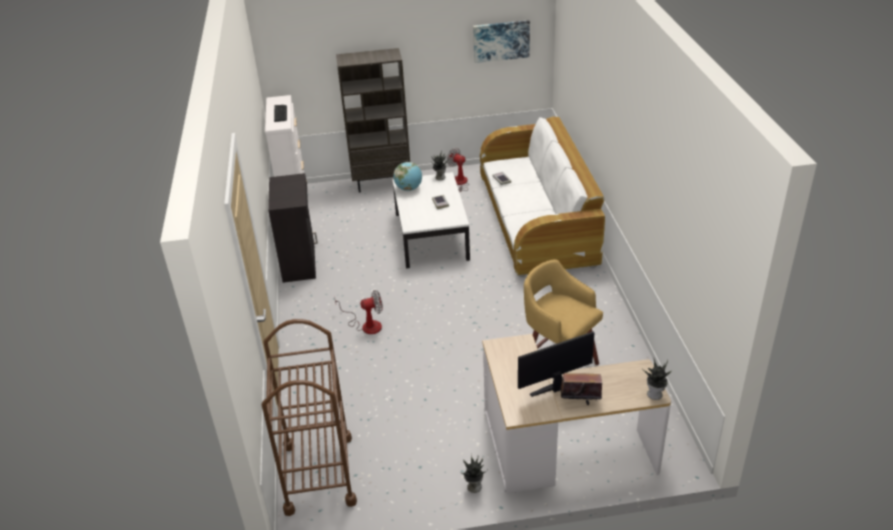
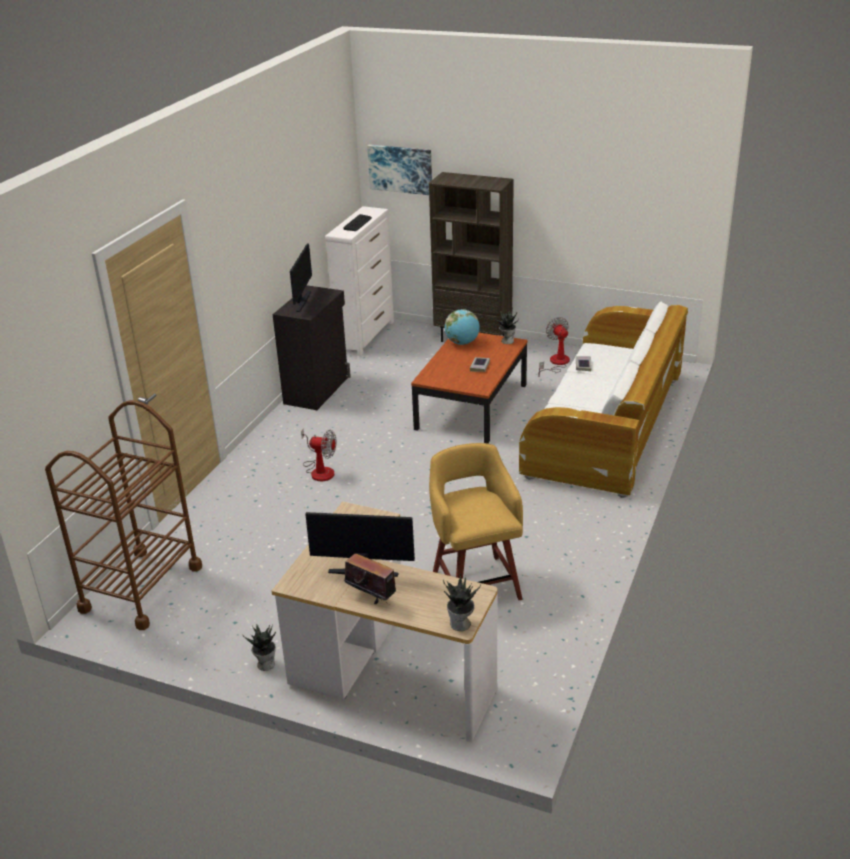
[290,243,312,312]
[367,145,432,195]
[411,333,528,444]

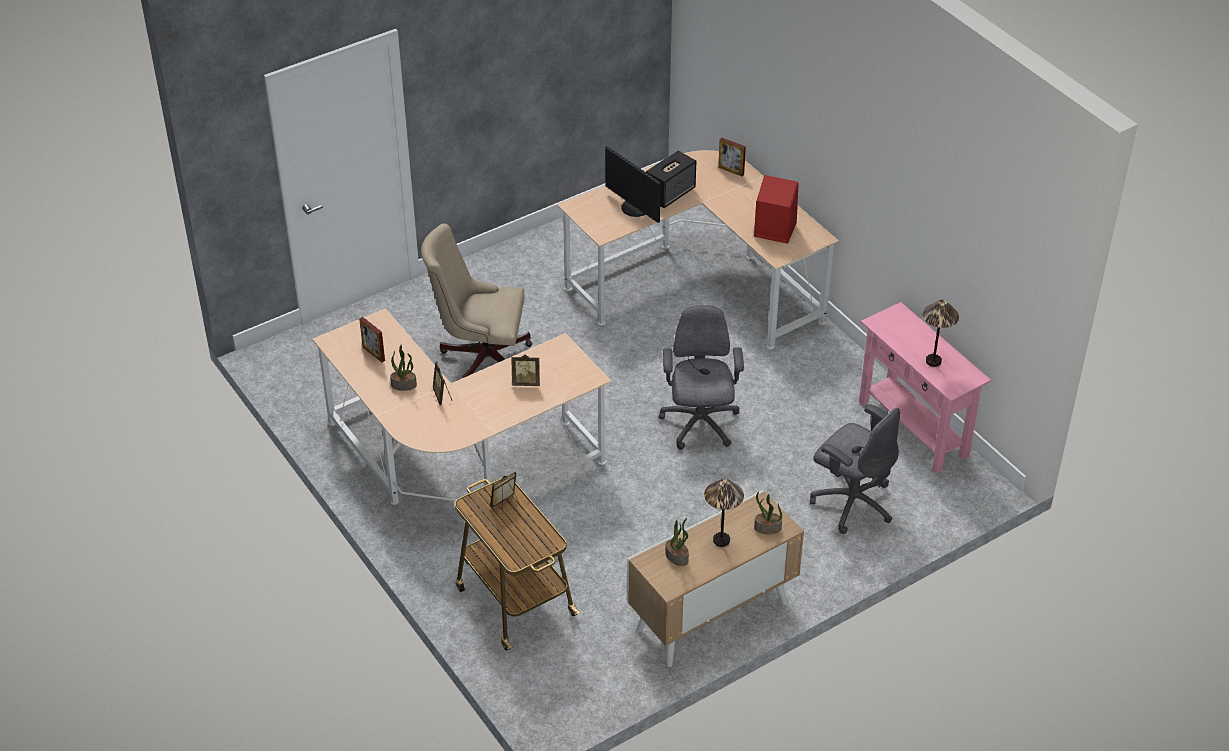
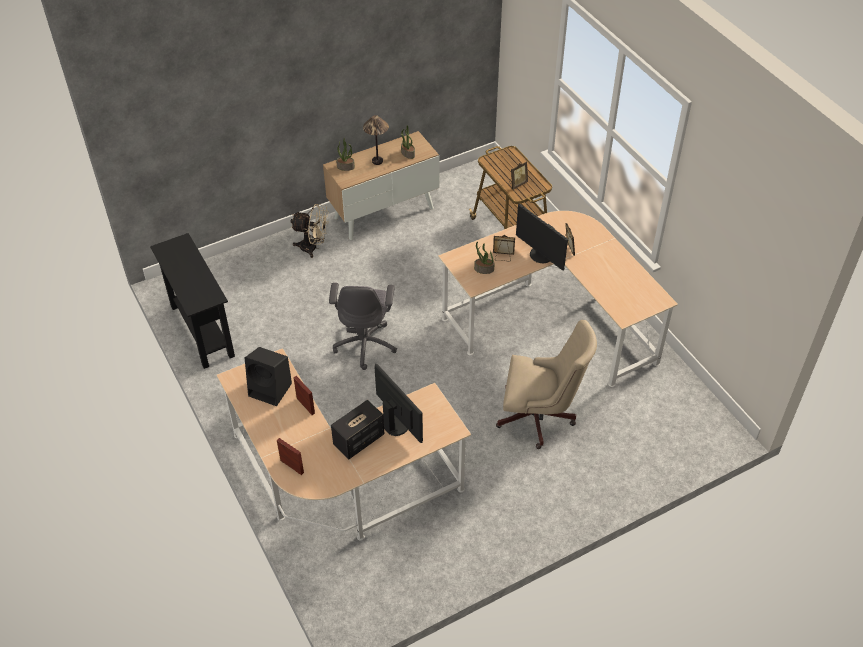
[810,404,900,534] (first image)
[922,300,959,367] (first image)
[290,204,329,258]
[516,204,568,271]
[293,376,315,415]
[474,242,495,274]
[245,347,292,406]
[150,233,235,369]

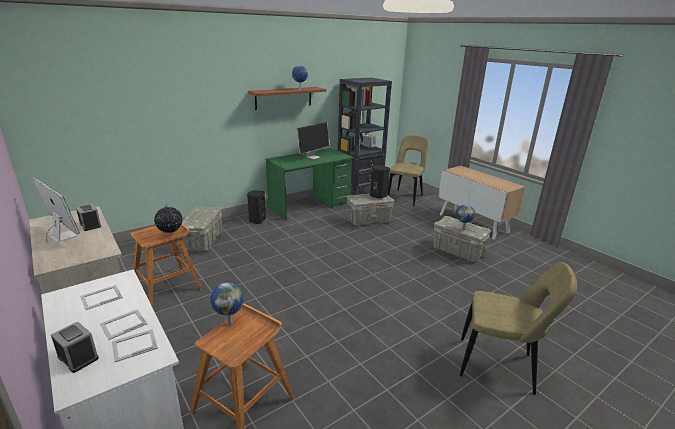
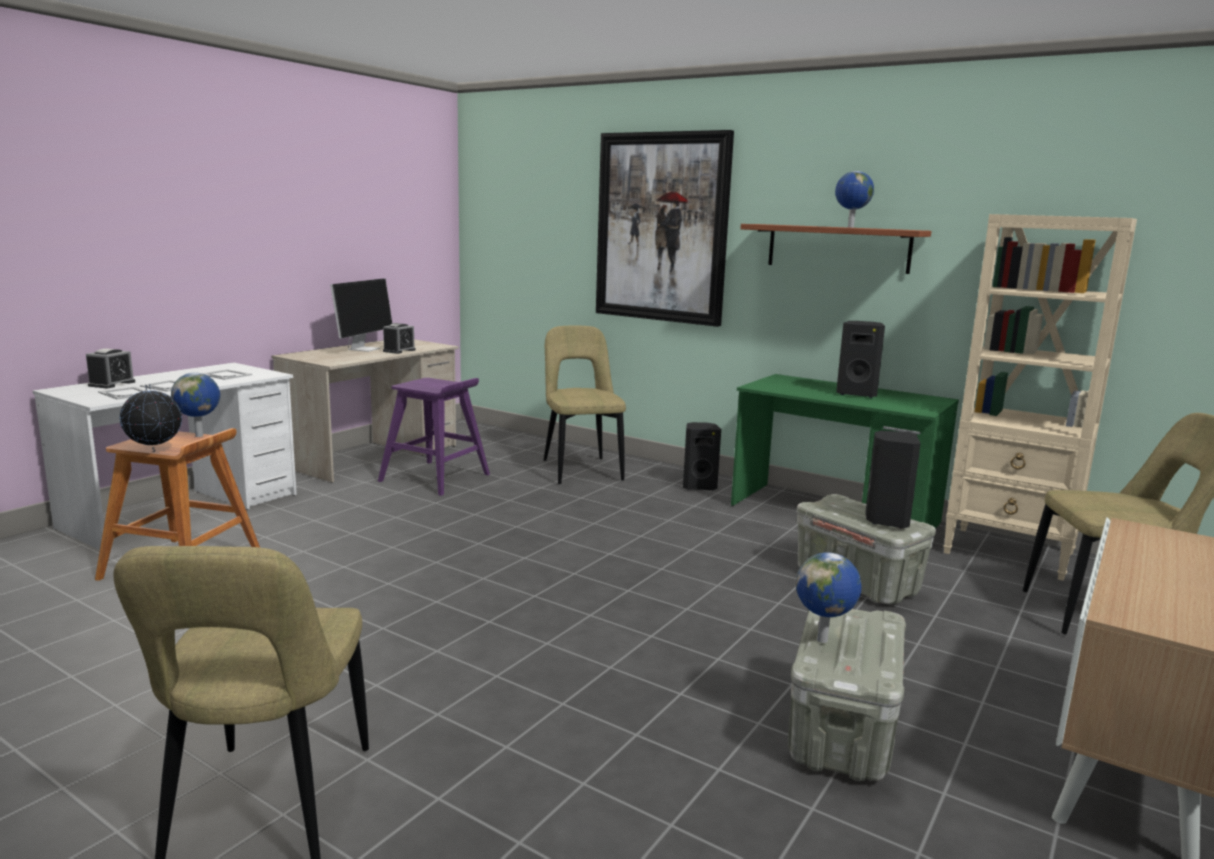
[596,130,734,327]
[120,384,182,452]
[544,325,626,484]
[836,321,885,398]
[378,378,490,496]
[943,214,1137,581]

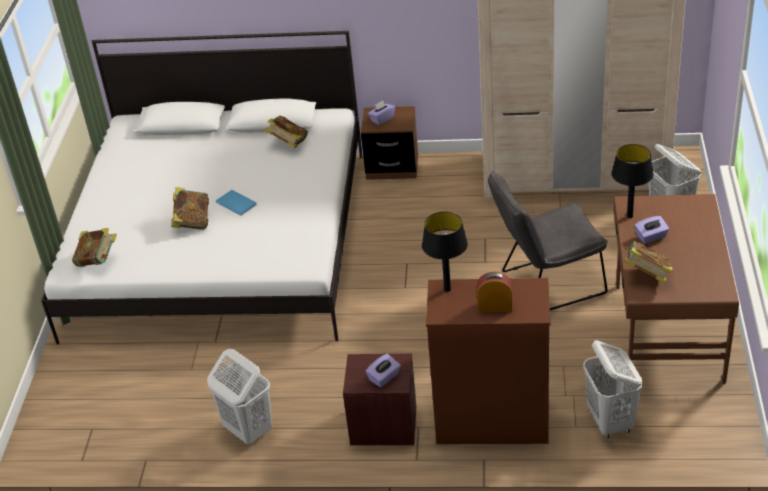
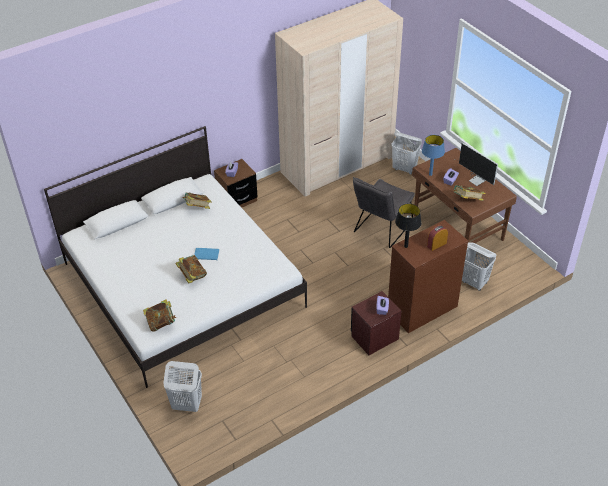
[454,143,498,186]
[163,361,202,412]
[422,135,445,176]

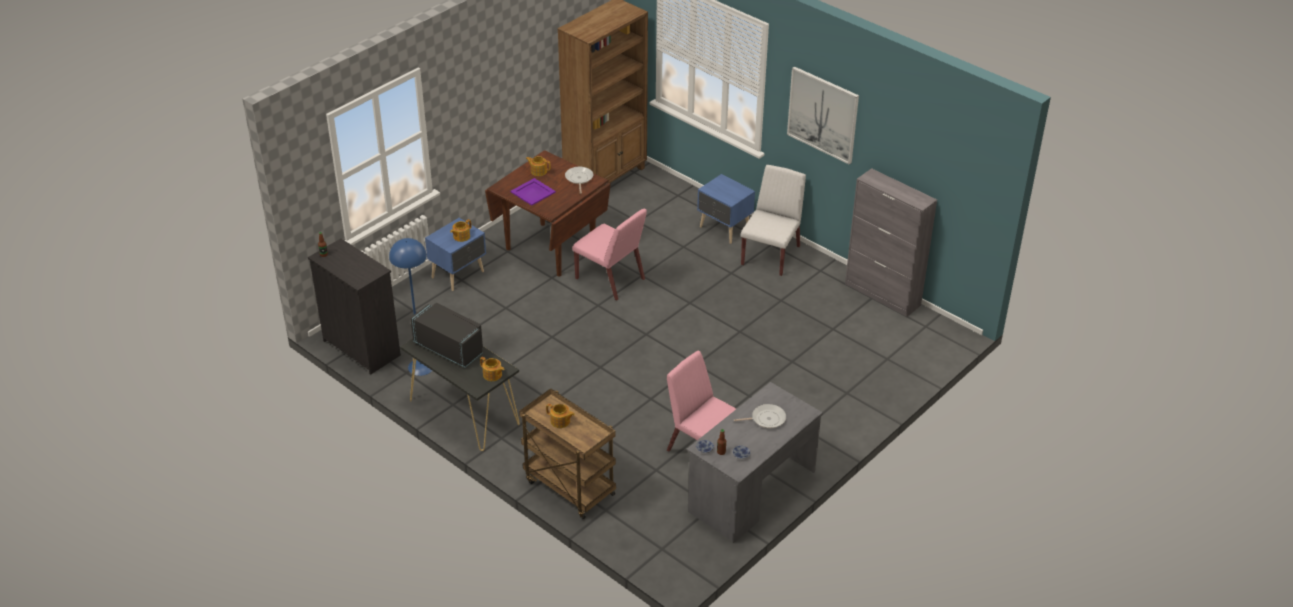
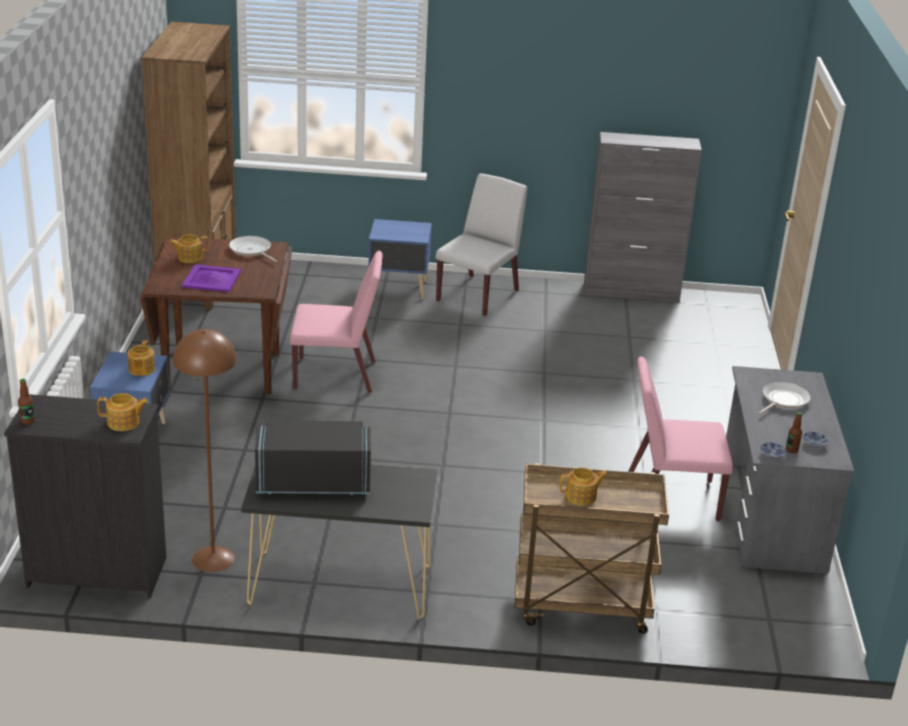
[787,66,859,164] (first image)
[98,393,148,431]
[173,329,236,572]
[436,173,527,316]

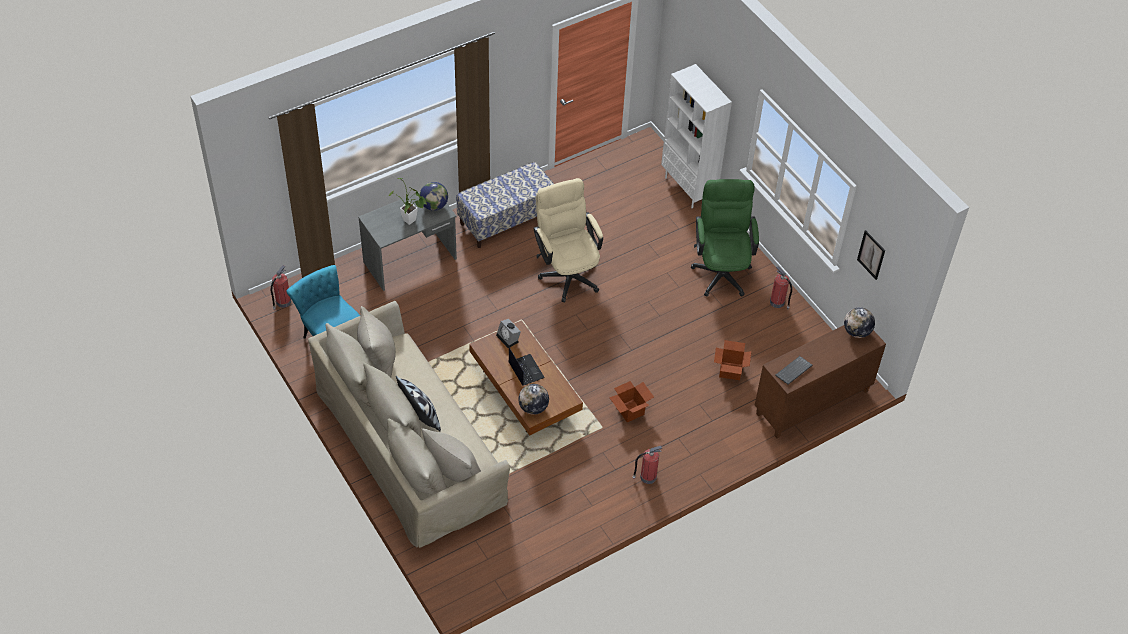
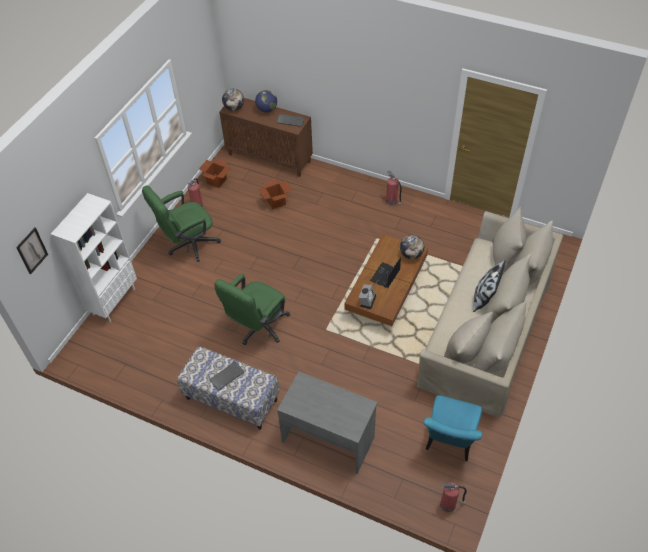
[389,178,427,225] (first image)
[209,361,245,391]
[255,90,277,113]
[199,158,231,188]
[16,227,48,274]
[215,273,290,345]

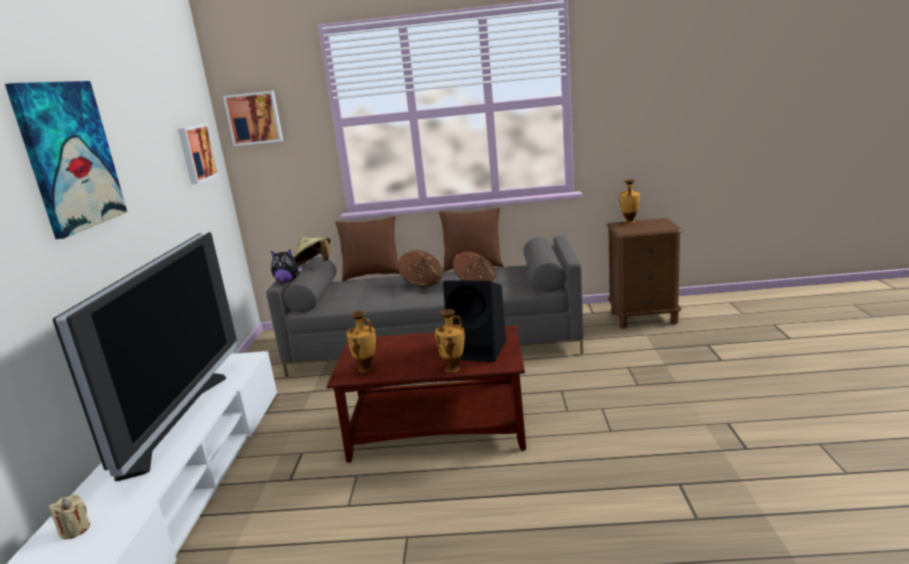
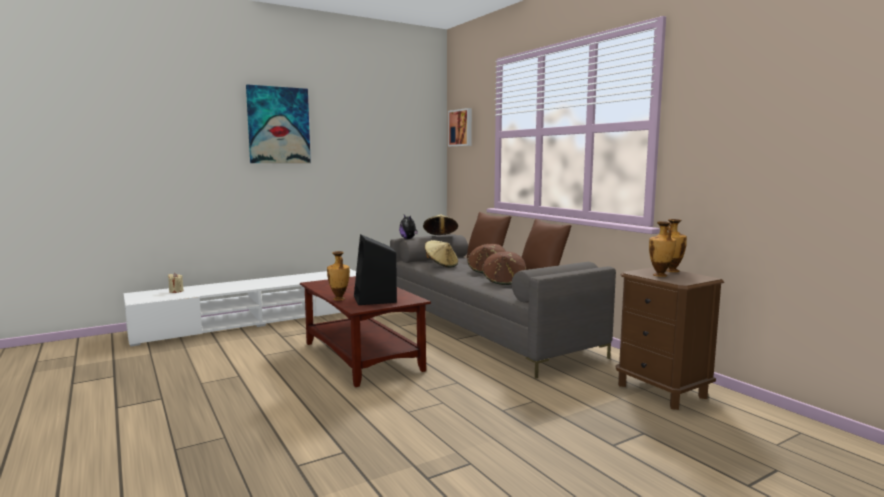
[52,232,237,481] (first image)
[178,124,219,184] (first image)
[425,240,458,267]
[649,221,676,277]

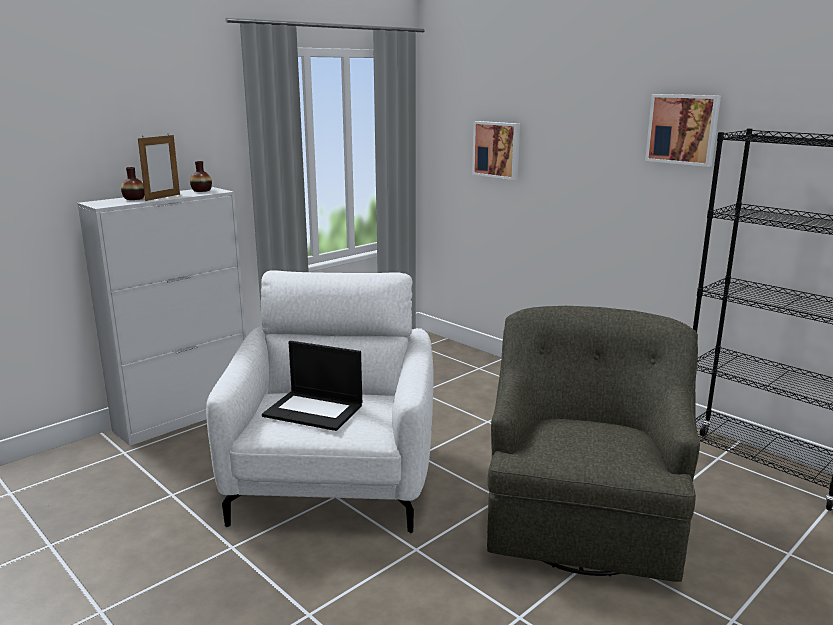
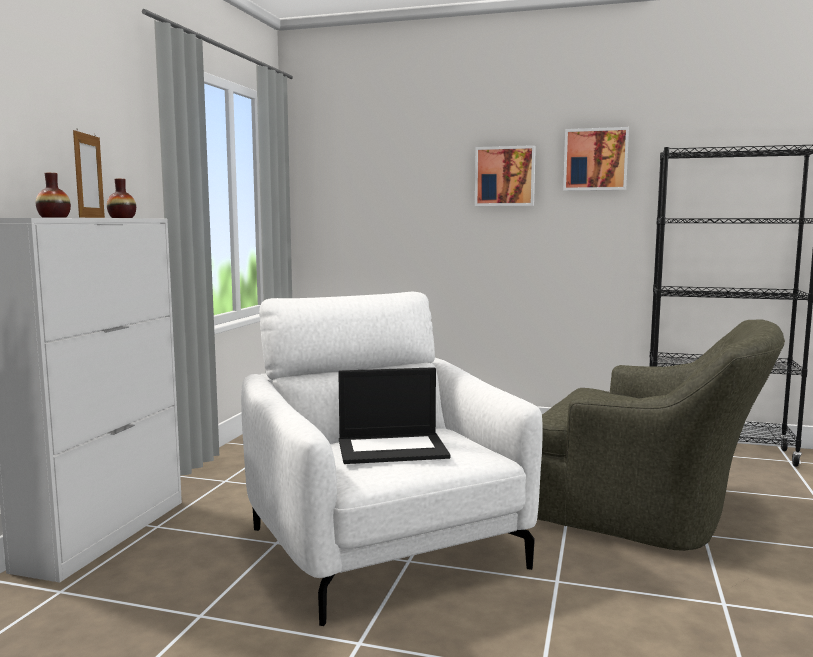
[475,145,536,206]
[537,320,785,551]

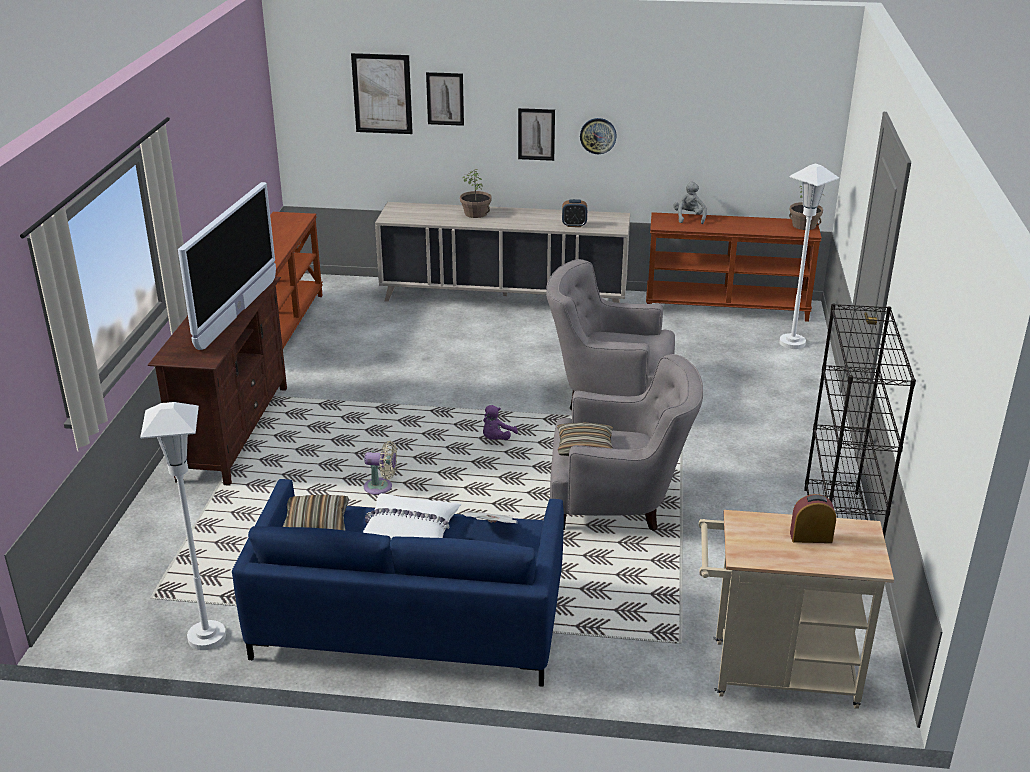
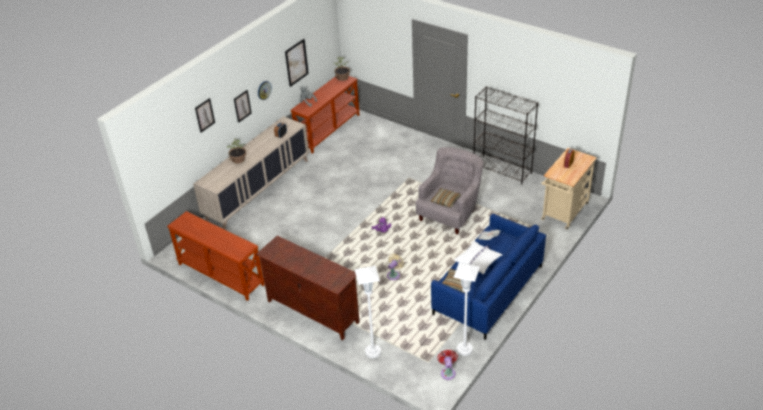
[178,182,276,350] (first image)
[546,259,675,410] (first image)
[437,350,458,380]
[285,39,309,87]
[354,266,381,358]

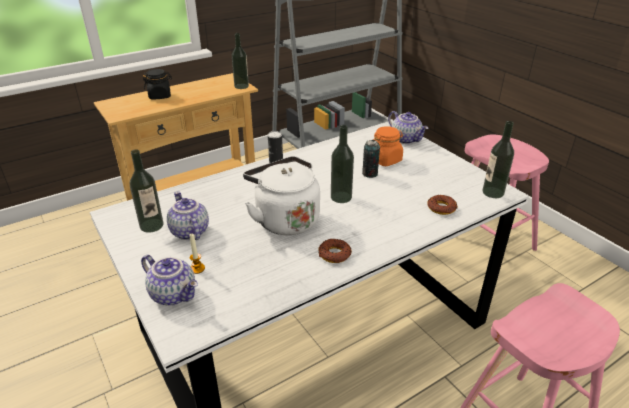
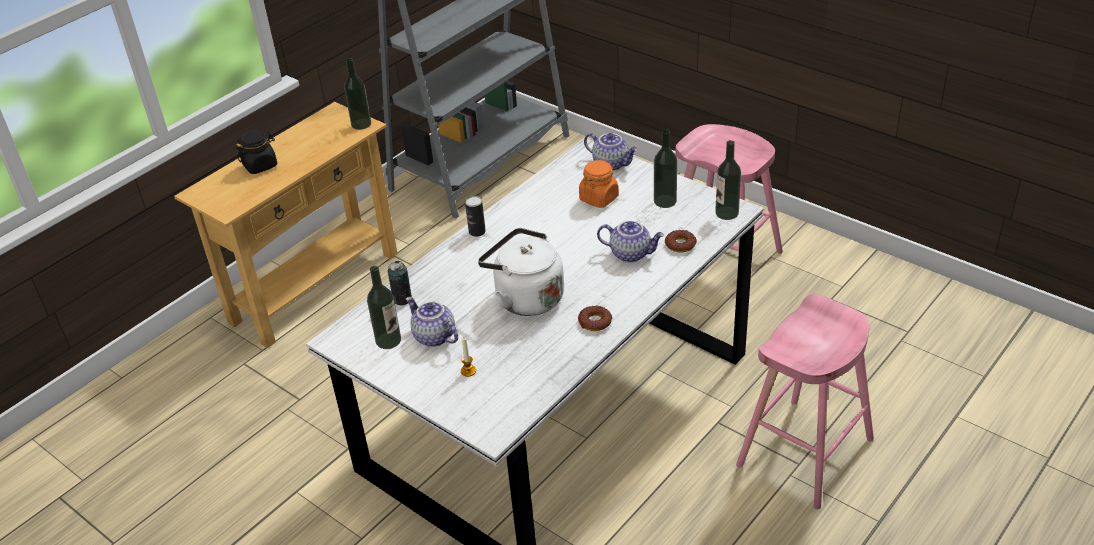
[597,221,664,262]
[654,129,677,208]
[388,261,412,305]

